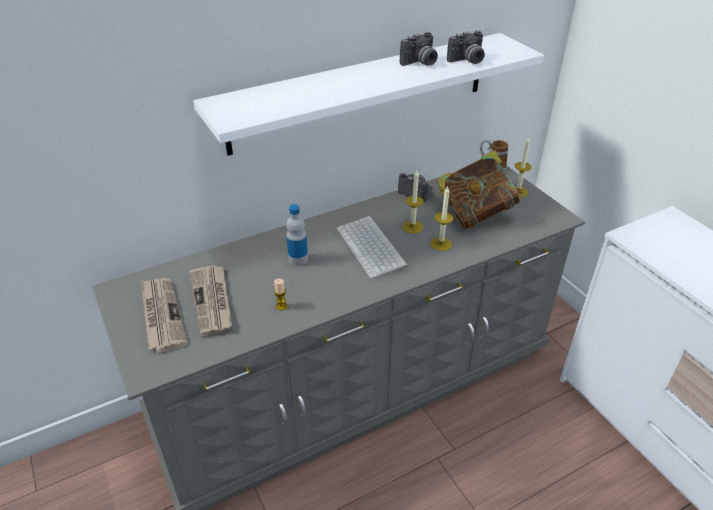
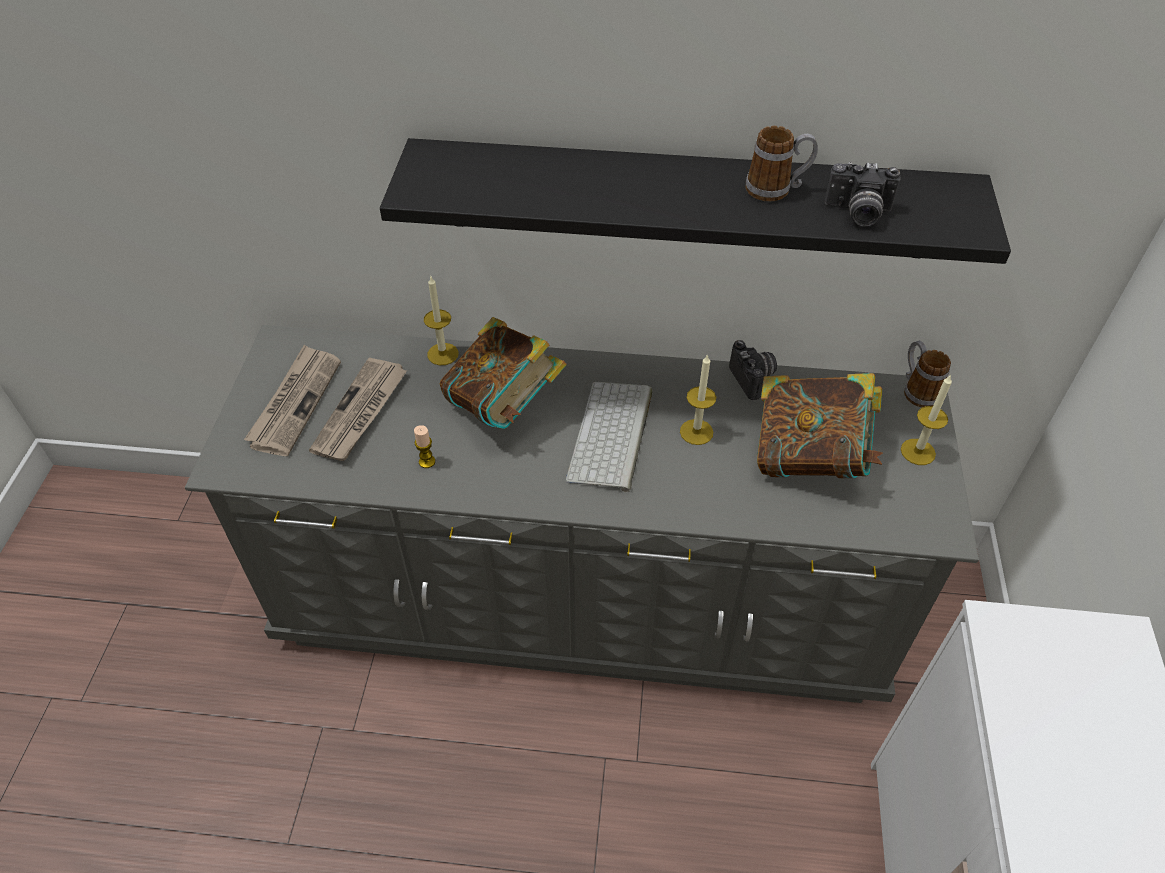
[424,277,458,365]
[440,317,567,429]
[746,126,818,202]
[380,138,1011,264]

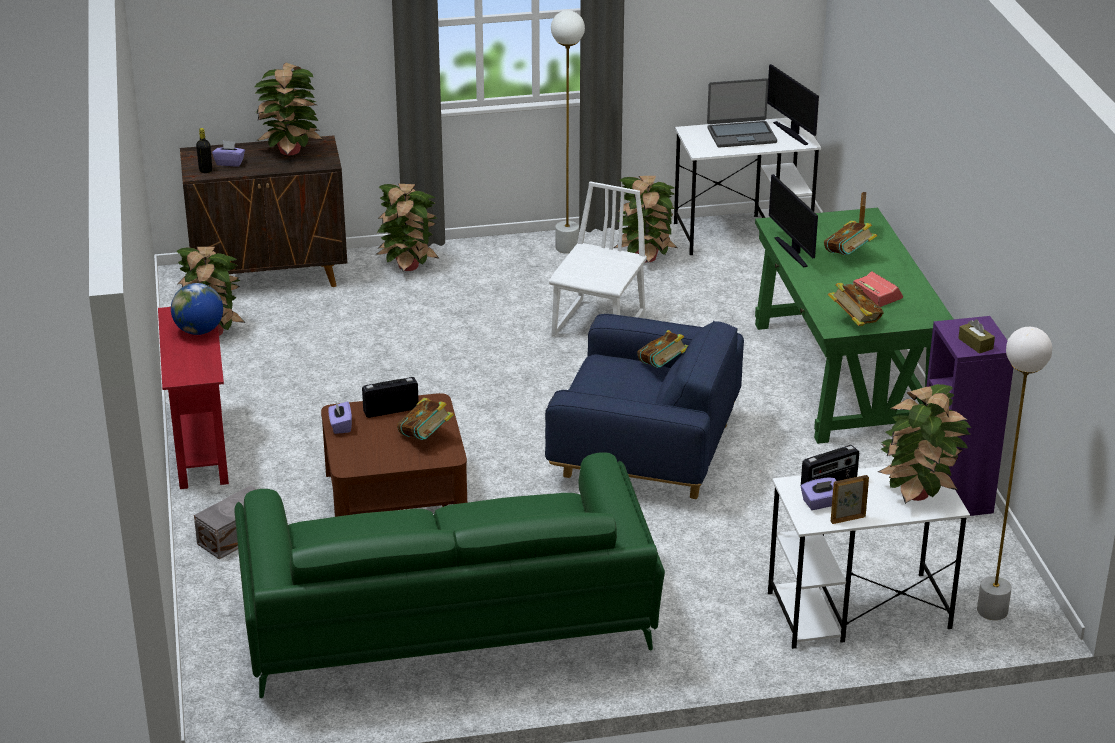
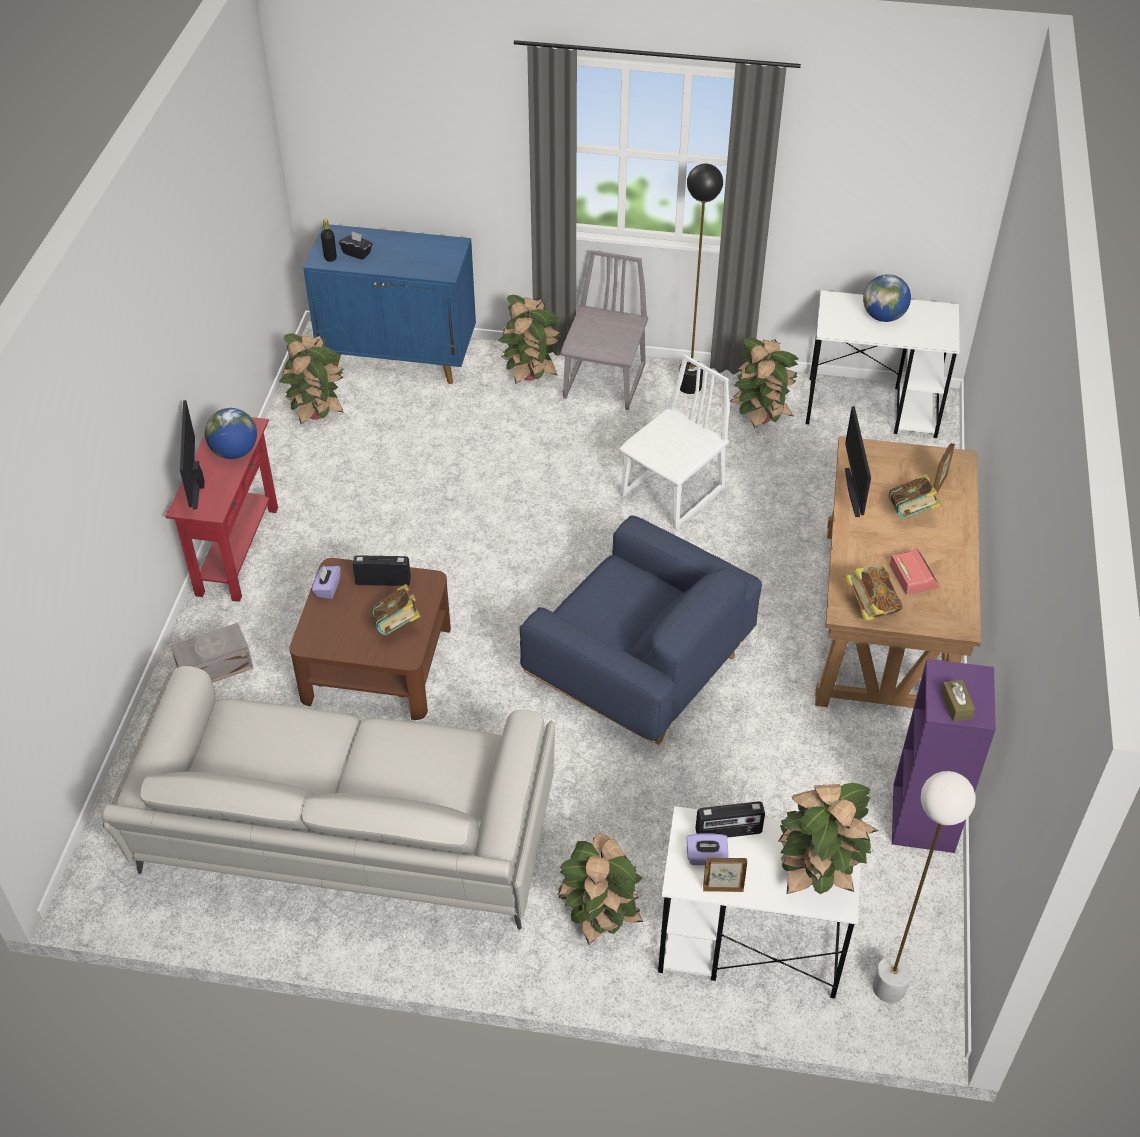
[637,330,688,368] (first image)
[561,250,648,410]
[558,833,643,945]
[180,400,204,509]
[863,274,911,322]
[303,224,476,384]
[339,231,373,260]
[103,666,555,930]
[679,164,723,394]
[815,436,981,708]

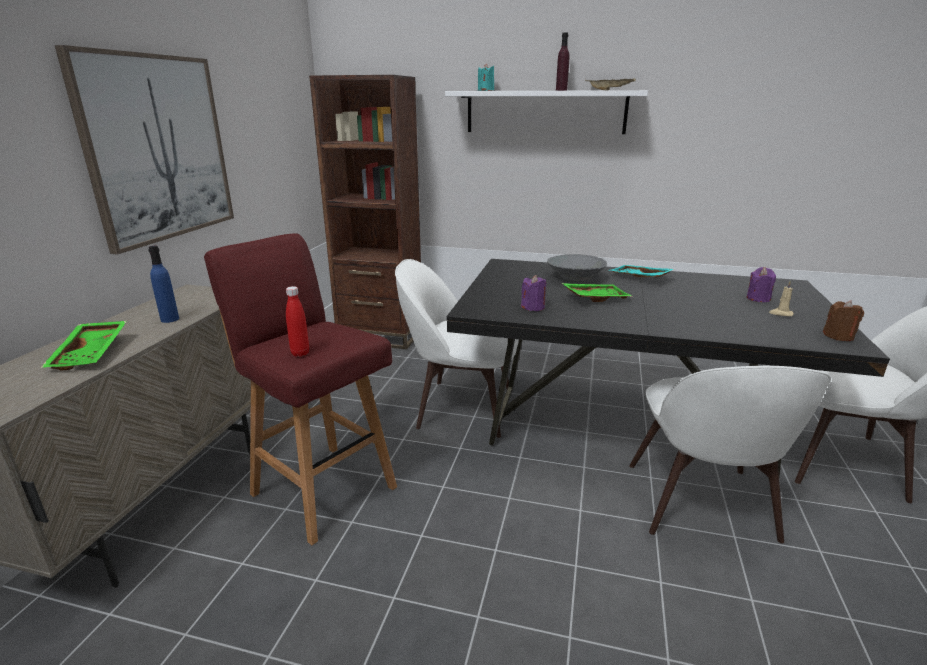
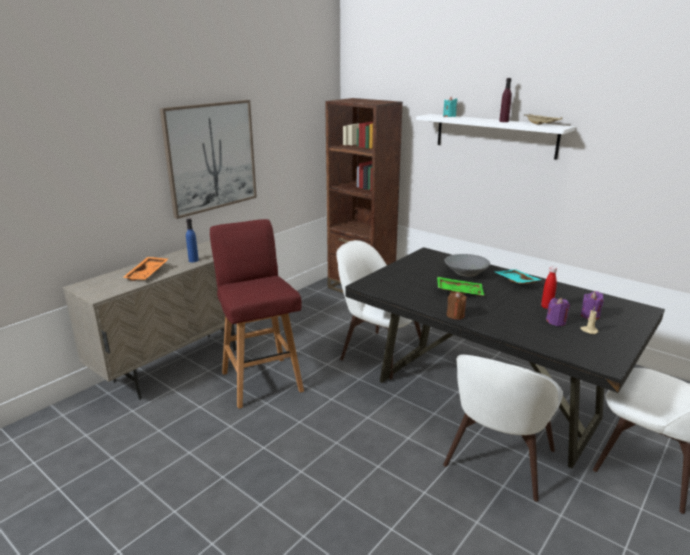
[541,267,557,309]
[546,298,570,326]
[447,292,467,319]
[123,257,168,281]

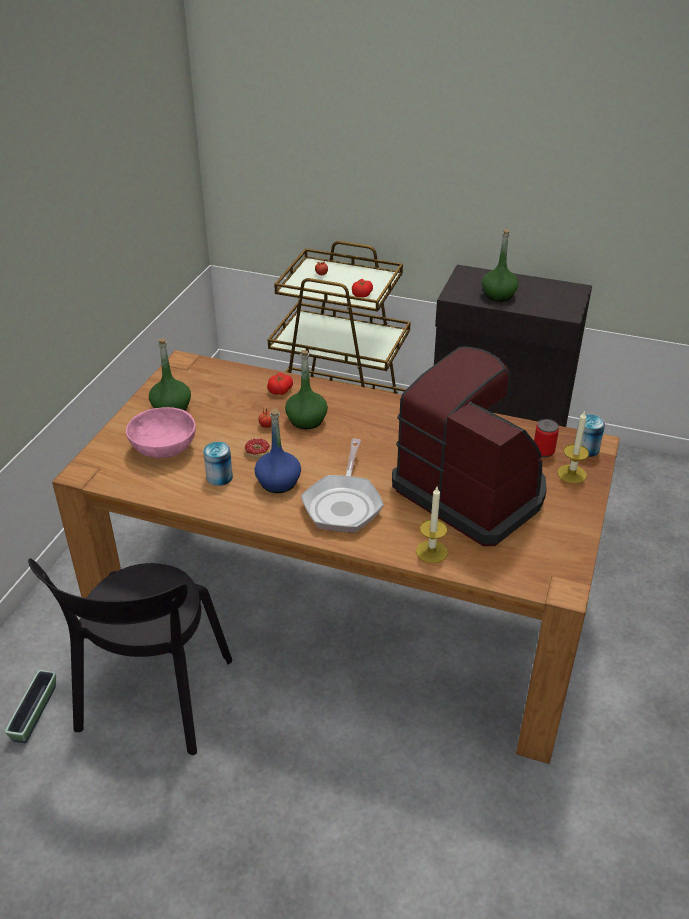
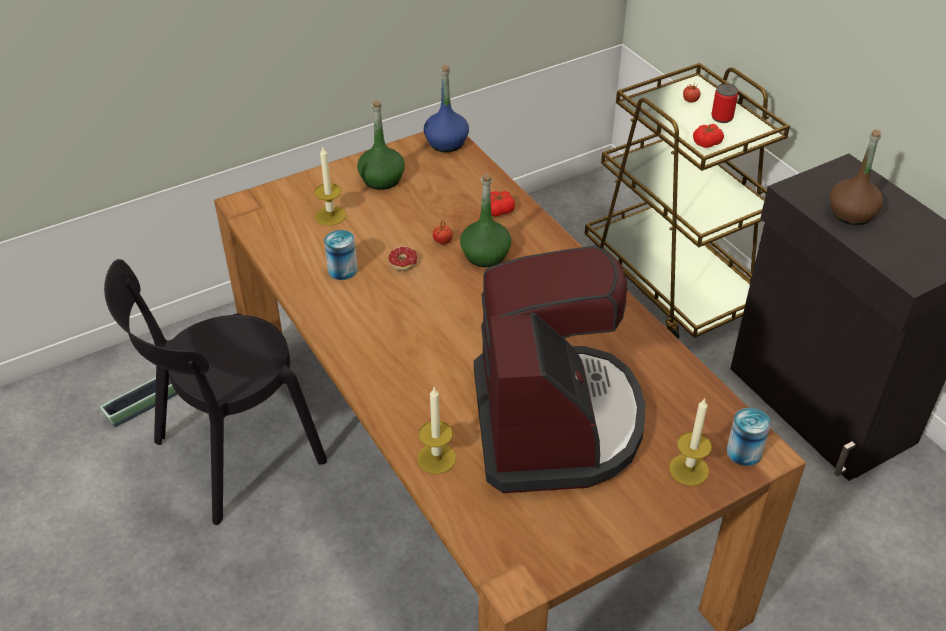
[301,439,384,533] (first image)
[424,65,469,152]
[712,84,738,123]
[314,147,346,226]
[830,130,883,225]

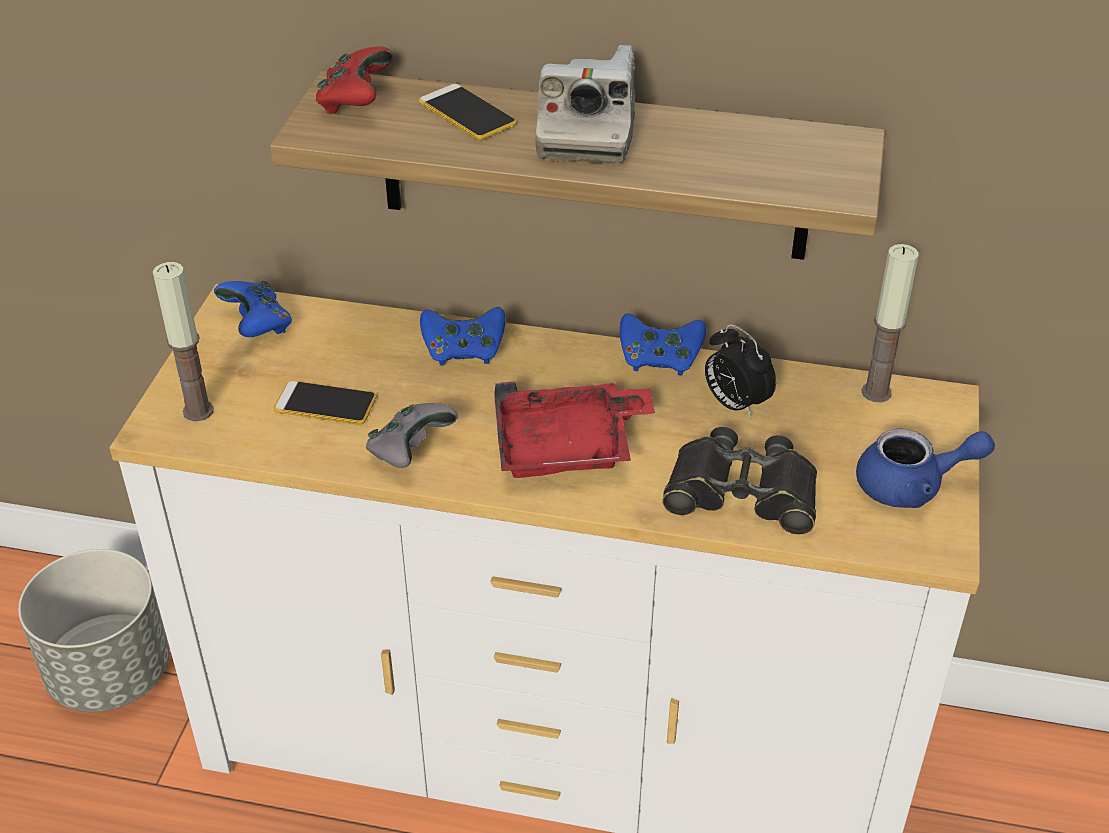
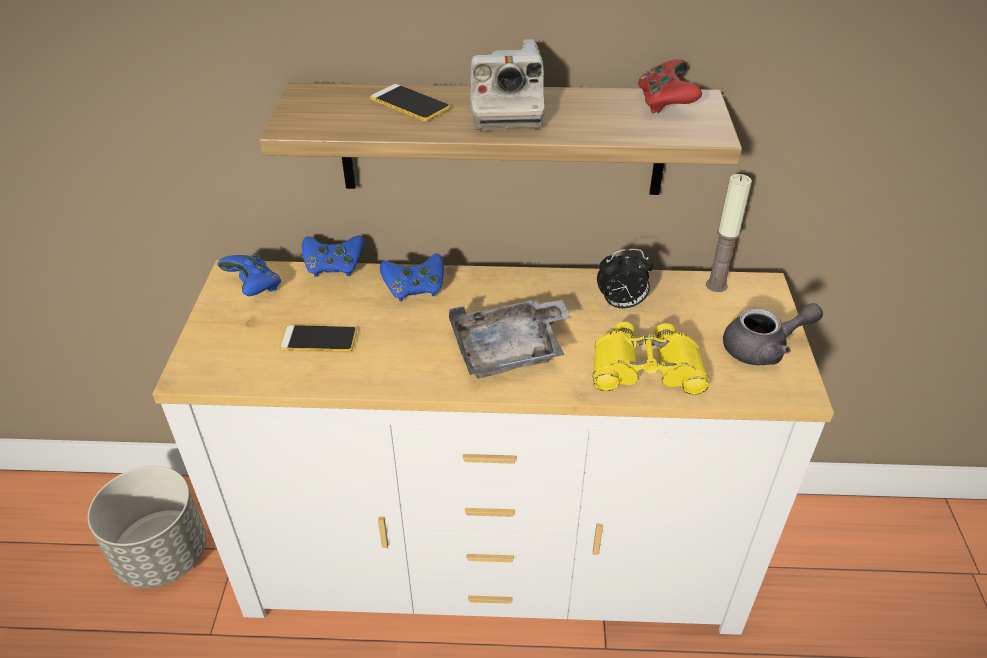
[153,262,214,421] (first image)
[366,403,458,468] (first image)
[638,59,702,114]
[302,235,364,277]
[449,299,572,378]
[593,322,709,395]
[723,303,823,366]
[597,249,654,308]

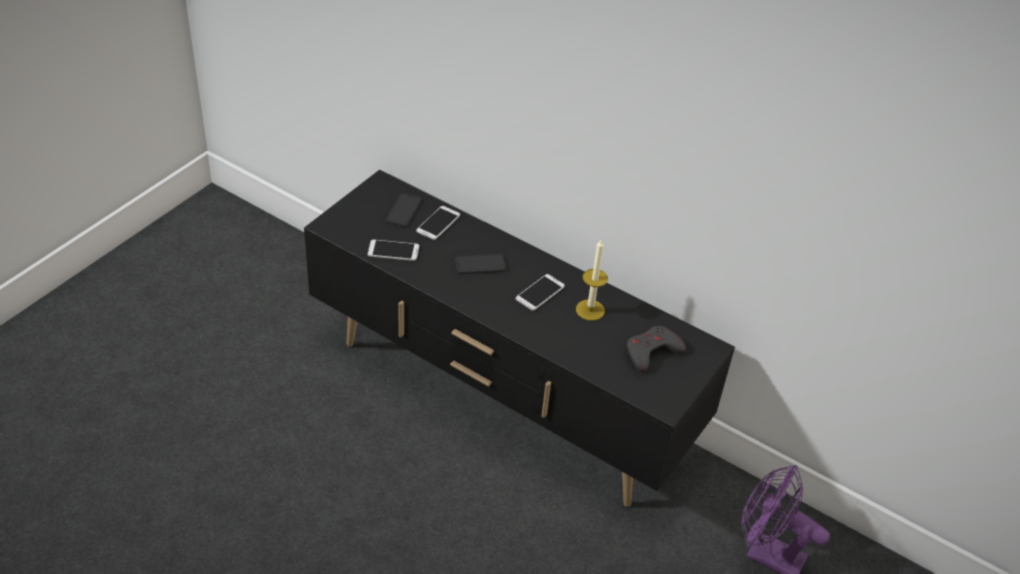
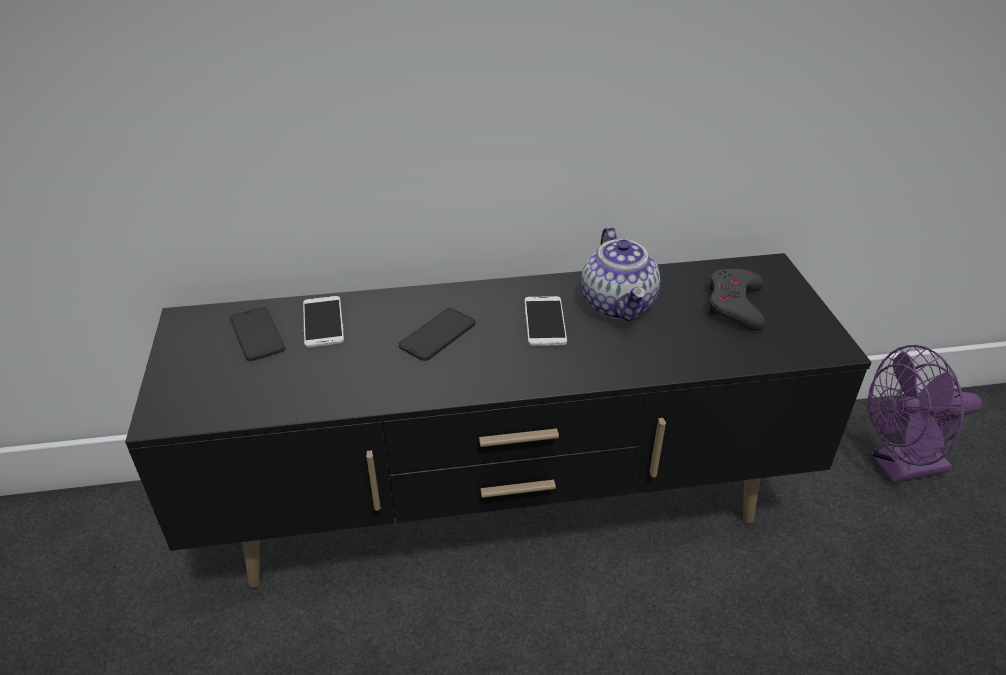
[368,239,419,261] (first image)
[581,227,660,322]

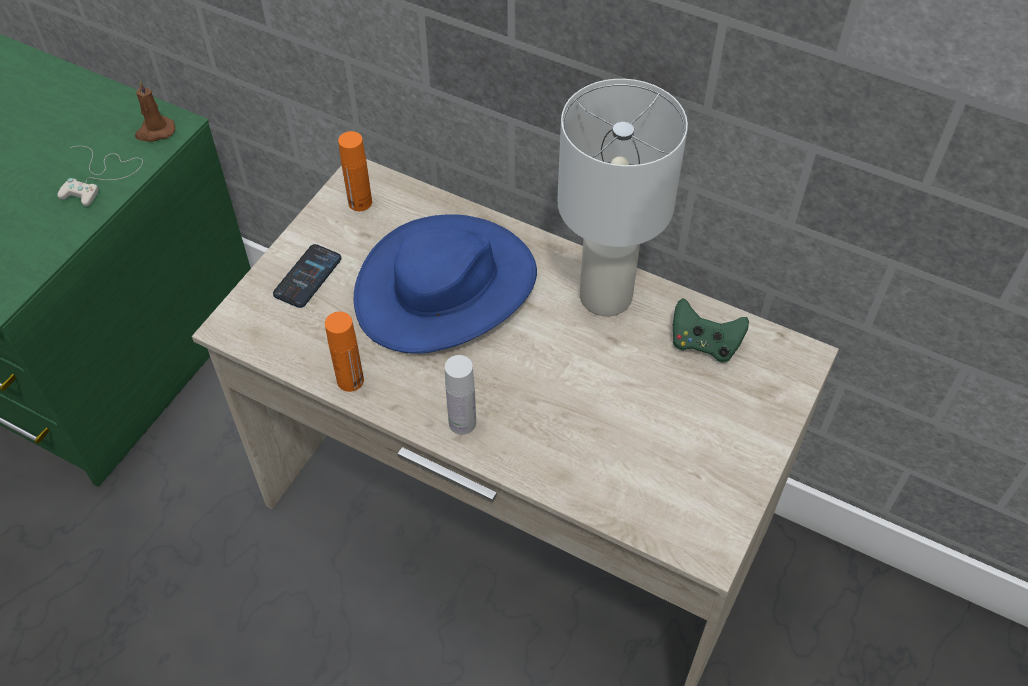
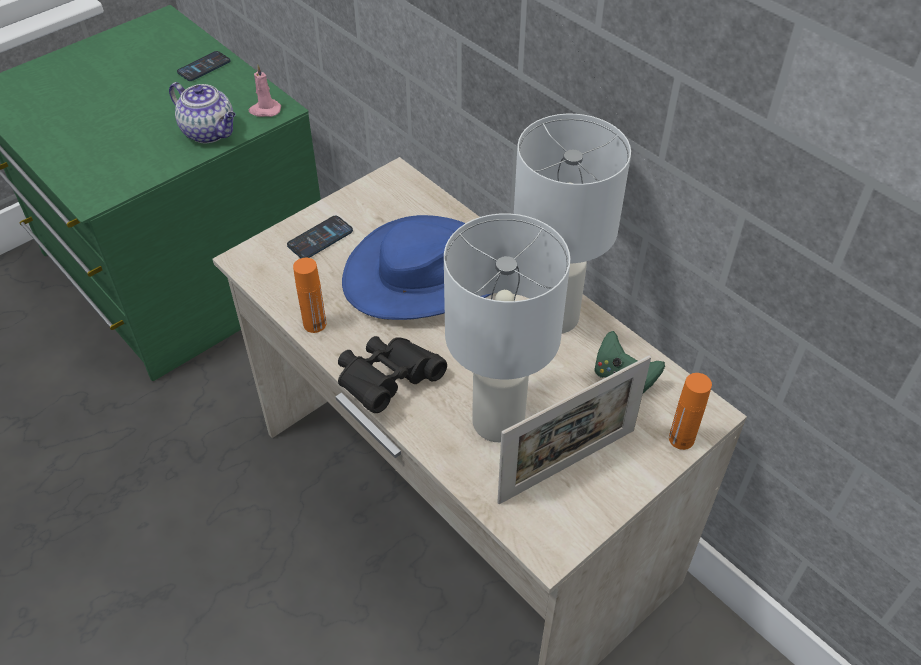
[177,51,230,81]
[444,213,570,442]
[497,355,651,504]
[669,373,712,450]
[169,82,236,143]
[338,336,447,413]
[249,65,281,117]

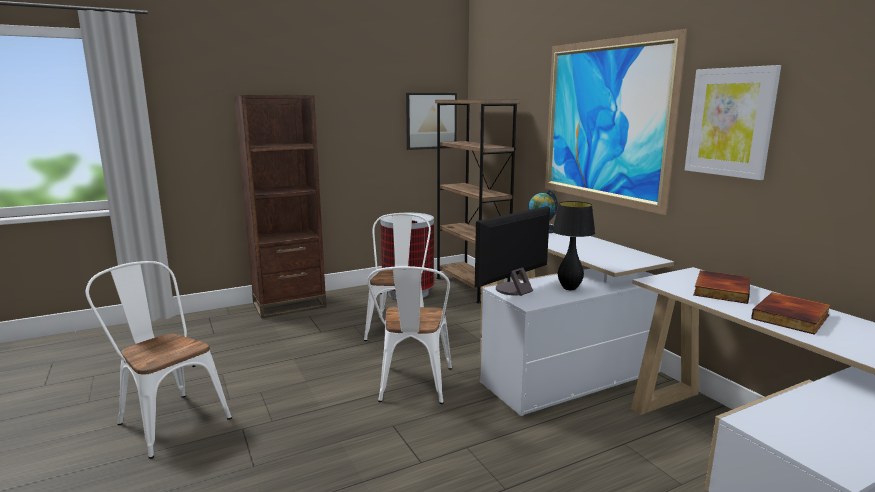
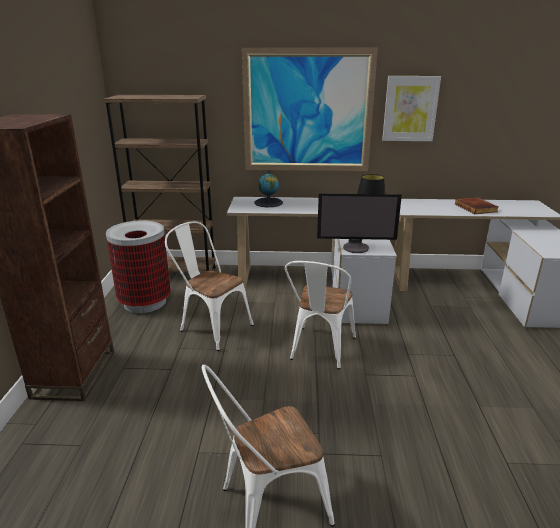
[406,93,457,150] (first image)
[693,270,750,304] (first image)
[285,261,356,369]
[317,194,402,253]

